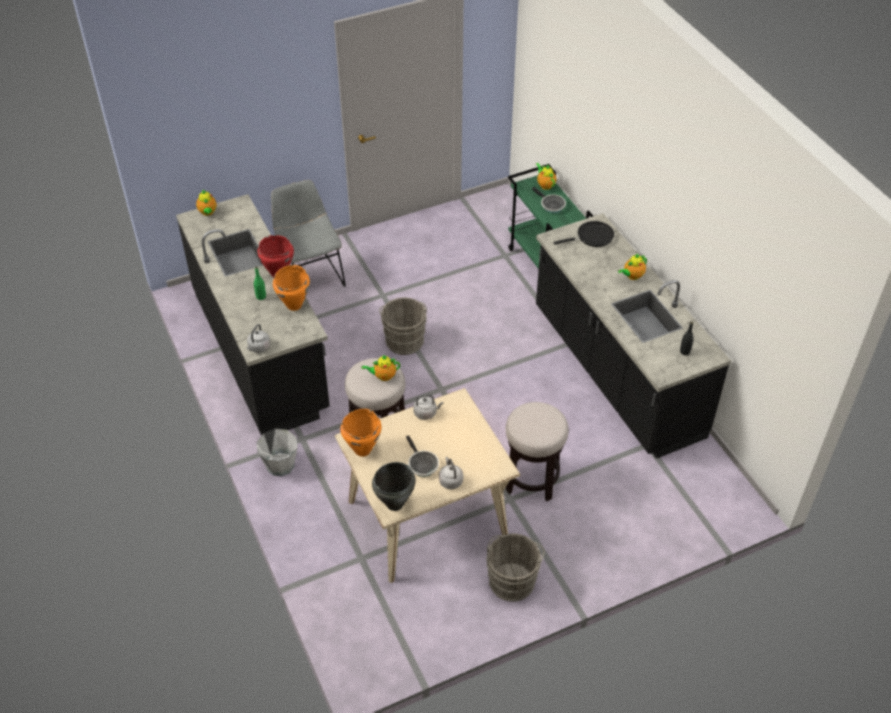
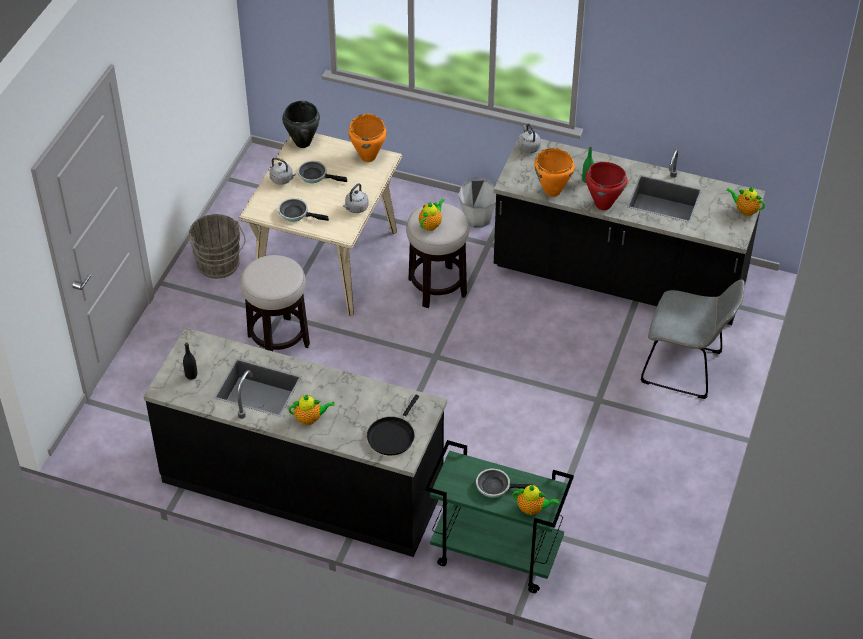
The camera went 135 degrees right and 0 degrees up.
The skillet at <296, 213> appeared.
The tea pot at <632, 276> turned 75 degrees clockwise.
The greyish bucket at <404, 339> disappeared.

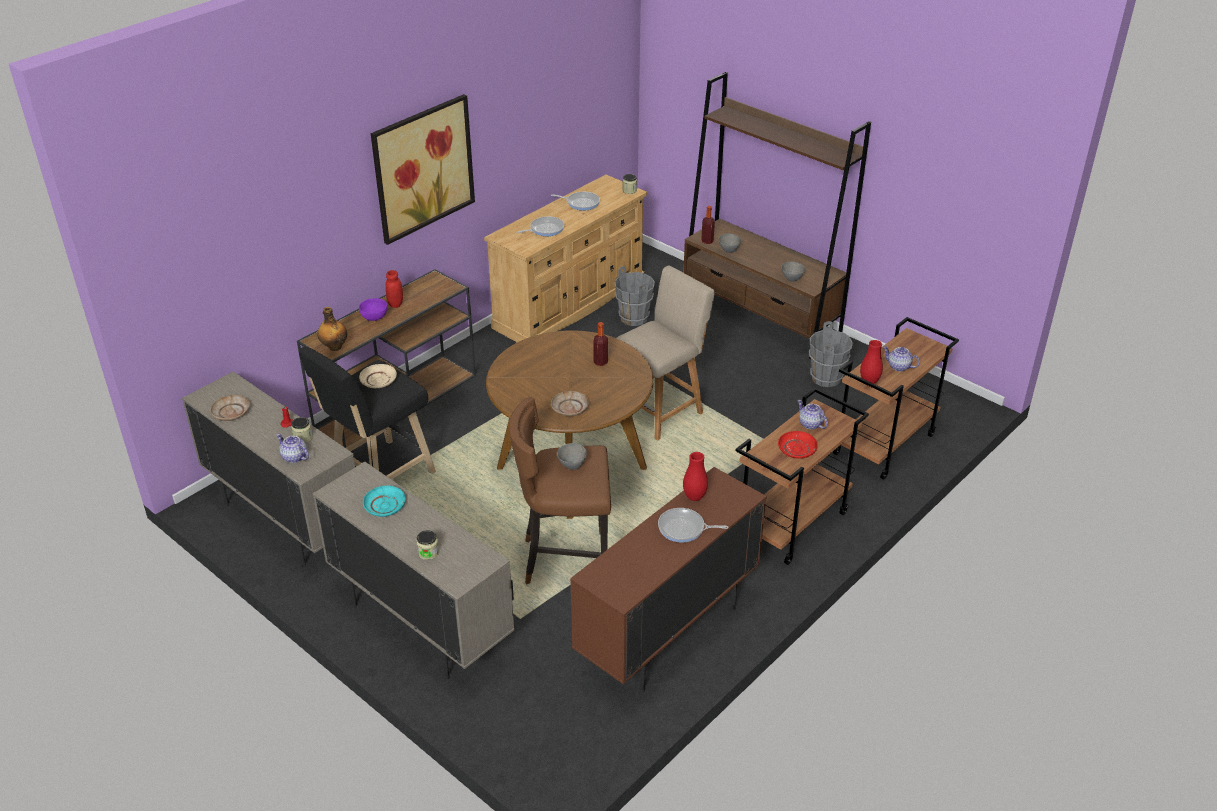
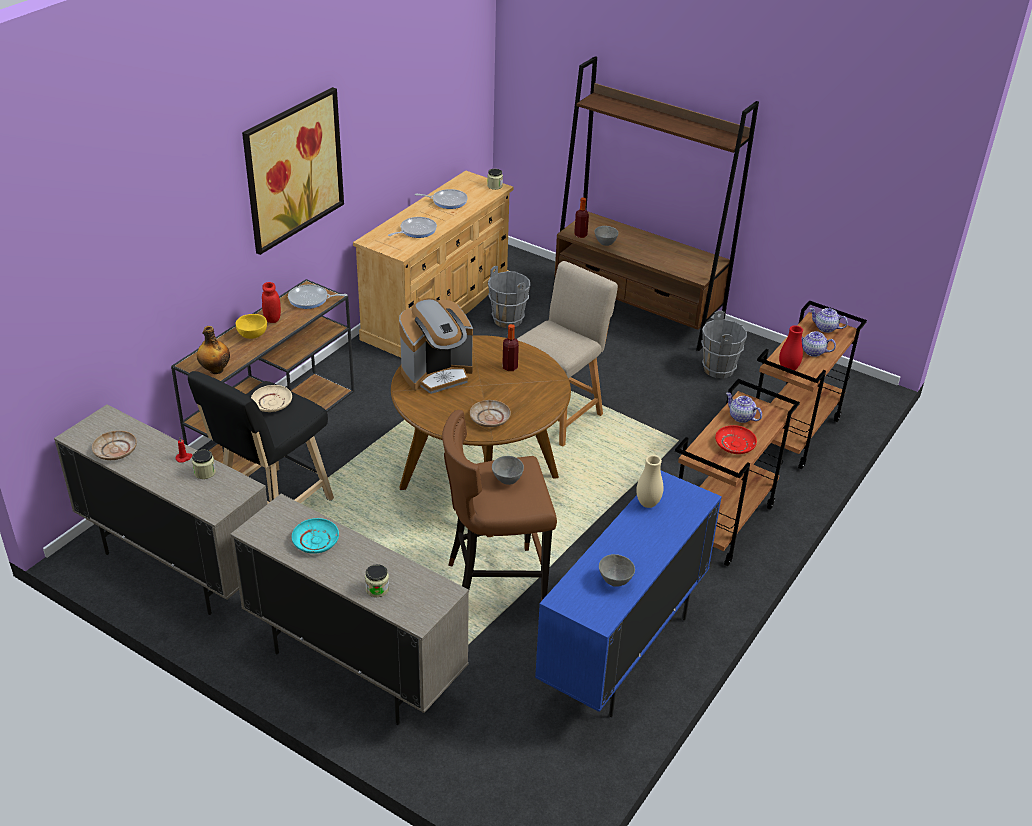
The camera went 10 degrees left and 0 degrees up.
The purple bowl at <374, 317> became the yellow bowl at <252, 335>.
The skillet moved from <684, 528> to <310, 299>.
The coffee machine at <437, 374> appeared.
The brown-coloured storage cabinet at <667, 635> became the bluish storage cabinet at <622, 653>.
The greyish bowl moved from <791, 279> to <614, 581>.
The red-coloured flower vase at <694, 497> became the sand-coloured flower vase at <648, 504>.
The tea pot moved from <294, 457> to <825, 328>.

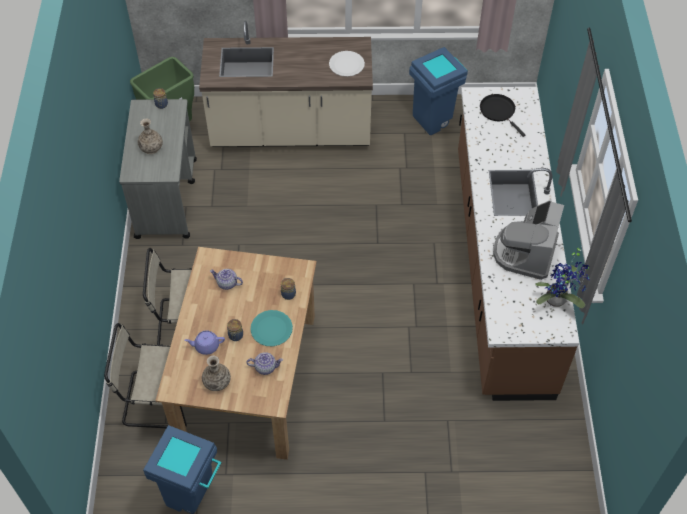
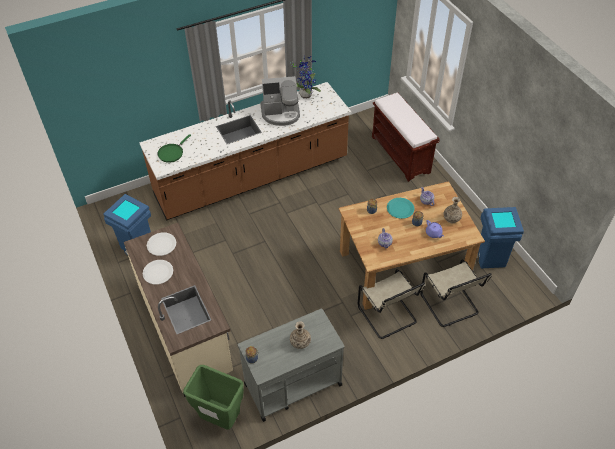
The camera went 115 degrees left and 5 degrees down.
The white flat dish at <158, 272> appeared.
The black-coloured skillet at <499, 111> became the greenish skillet at <171, 153>.
The brown-coloured indoor bench at <401, 155> appeared.

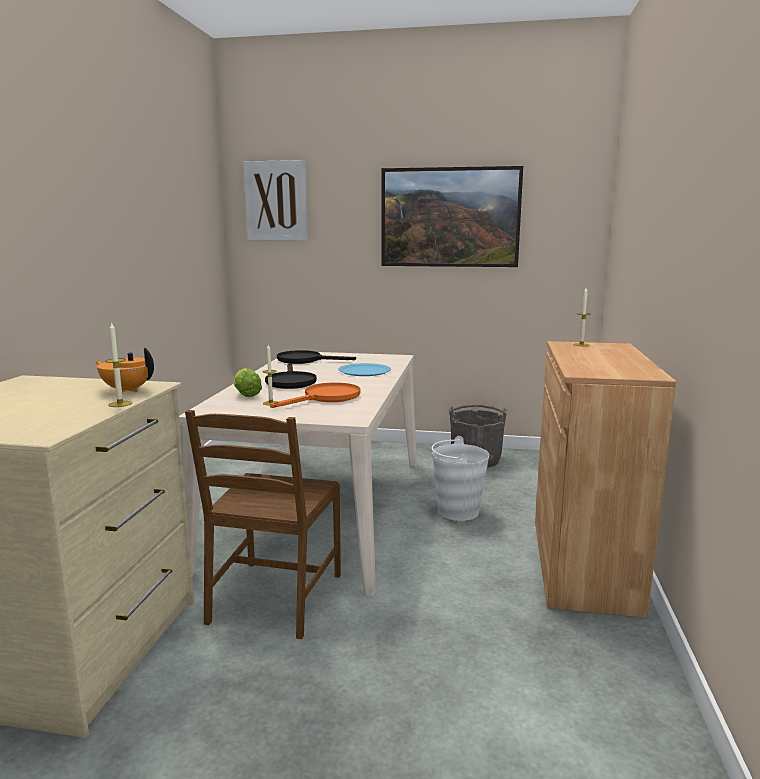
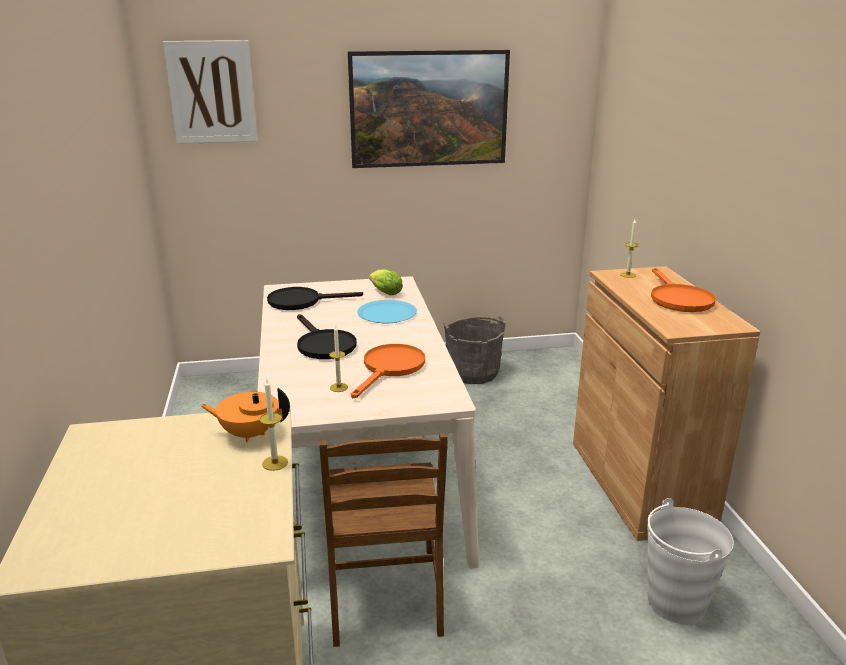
The camera went 20 degrees left and 10 degrees up.
The lettuce moved from <246, 394> to <384, 292>.
The white bucket moved from <457, 511> to <675, 602>.
The orange-coloured skillet at <677, 299> appeared.

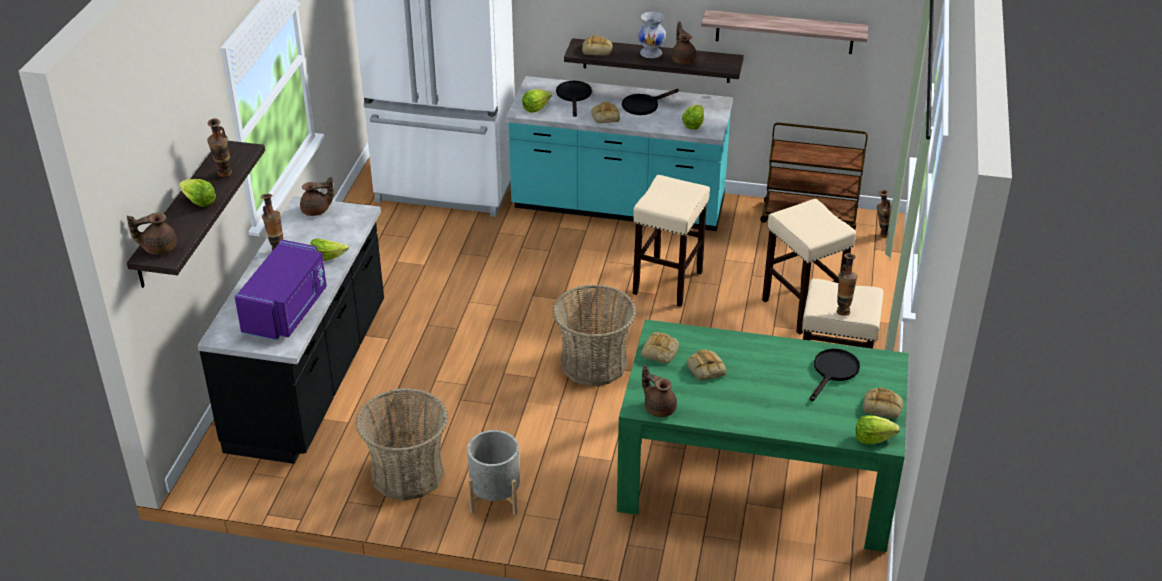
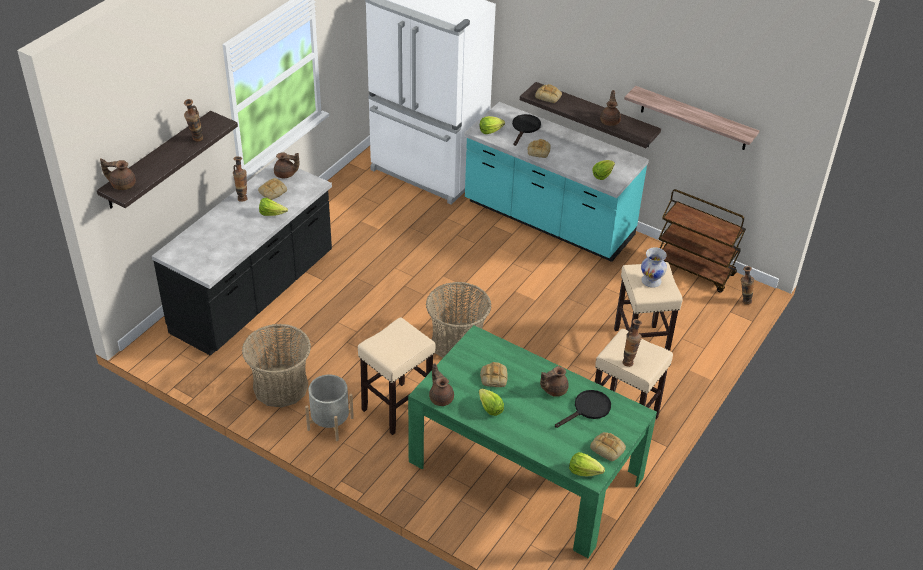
The camera went 20 degrees right and 5 degrees up.
The baked bread moved from <660, 352> to <272, 192>.
The sand-coloured stool seat moved from <668, 282> to <397, 407>.
The lettuce moved from <199, 202> to <490, 408>.
The brown-coloured tea pot at <553, 389> appeared.
The white flower vase moved from <651, 53> to <651, 281>.
The purple kitchen microwave at <287, 311> disappeared.
The black-coloured skillet at <644, 105> disappeared.

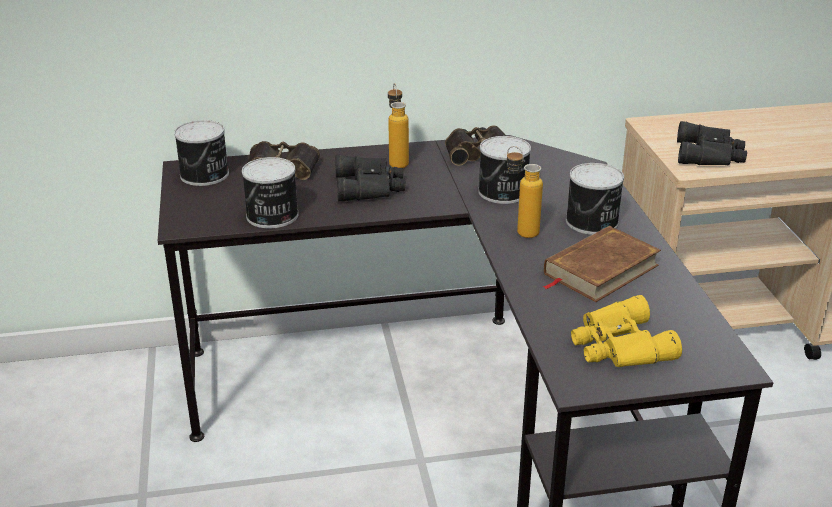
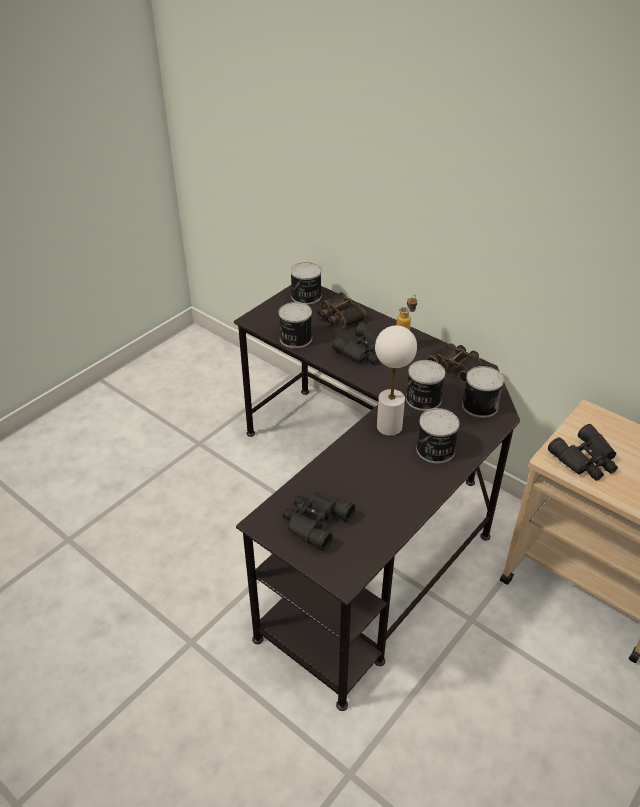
The camera went 50 degrees right and 10 degrees up.
The yellow field glasses at <618, 346> became the black-coloured field glasses at <314, 522>.
The beverage bottle at <520, 230> was replaced by the white lamp for a table at <389, 427>.
The metal can at <479, 405> appeared.
The brown-coloured book at <600, 270> disappeared.

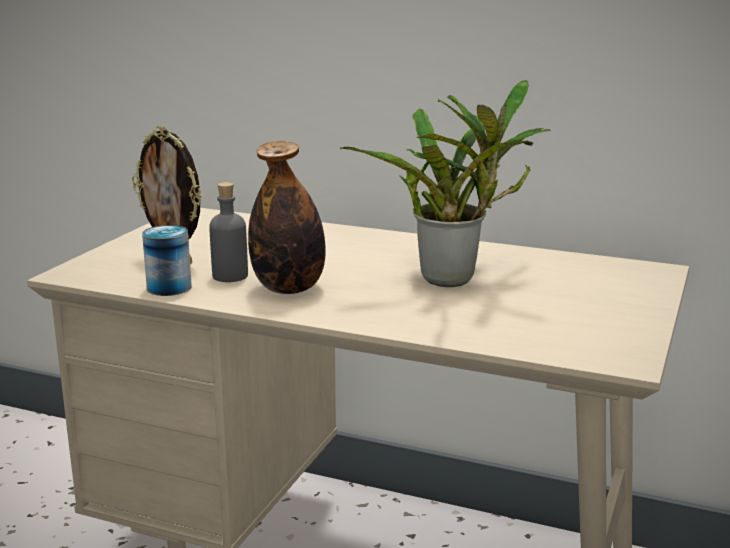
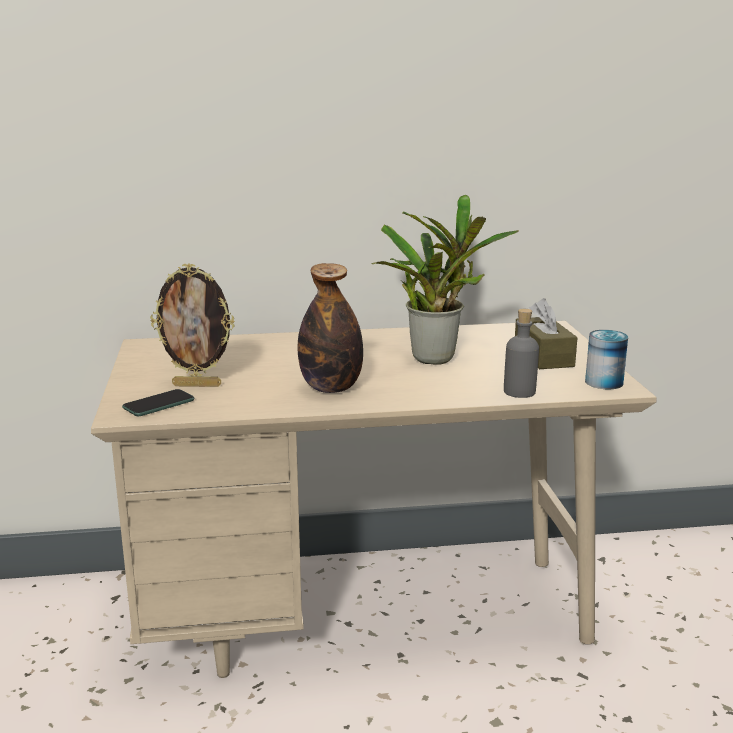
The camera went 30 degrees left and 0 degrees up.
The handset at <158, 404> appeared.
The greyish beverage bottle moved from <230, 276> to <519, 392>.
The brown-coloured tissue box at <543, 356> appeared.
The metal can moved from <169, 287> to <604, 382>.

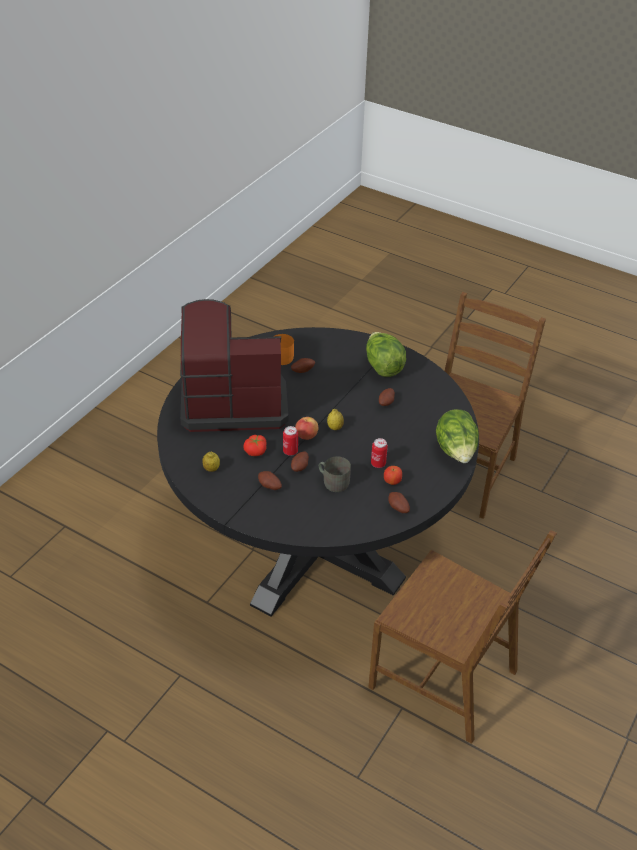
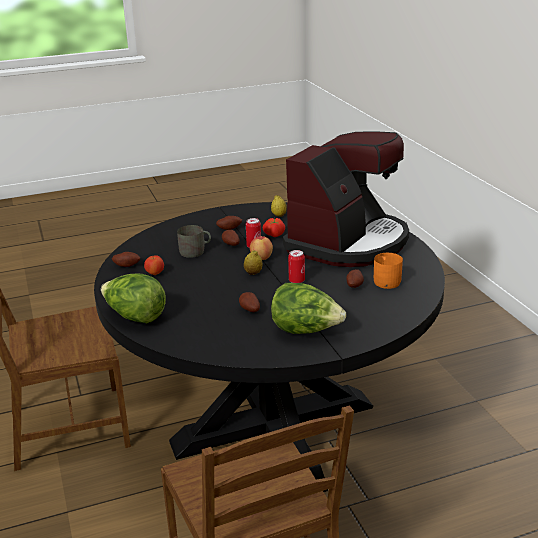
The camera went 130 degrees right and 15 degrees down.
The metal can moved from <378, 463> to <296, 281>.

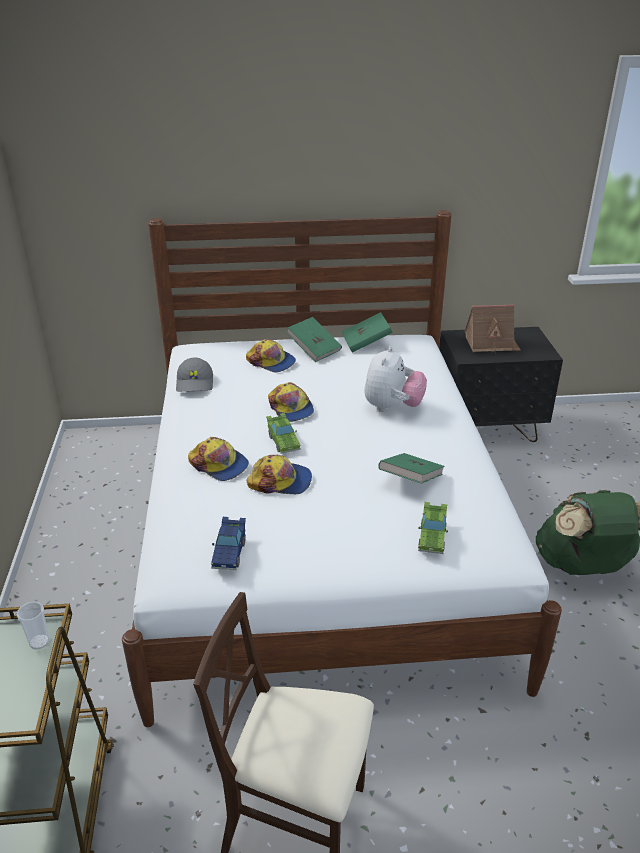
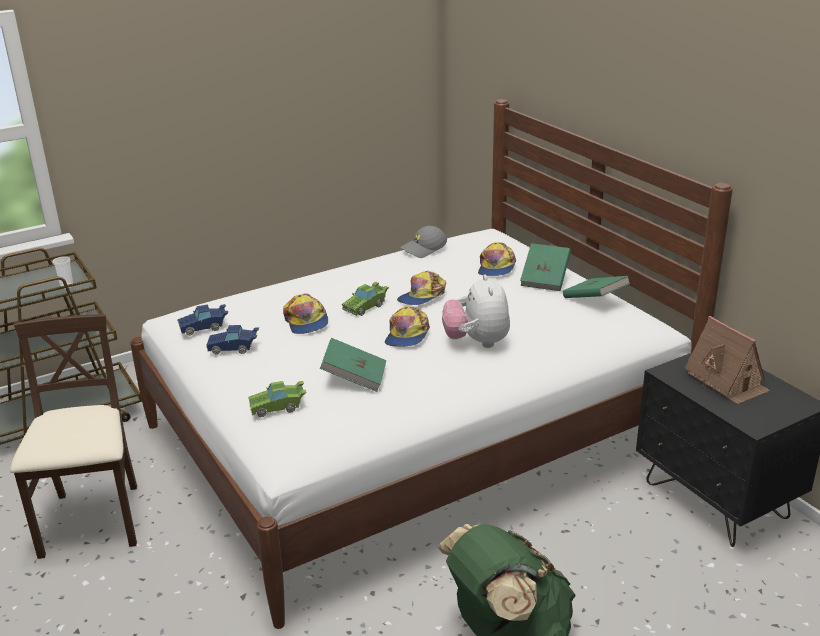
The camera went 65 degrees right and 5 degrees down.
The bluish model car at <234, 348> appeared.
The peaked cap moved from <219, 465> to <407, 335>.
The soft toy at <392, 407> turned 90 degrees clockwise.

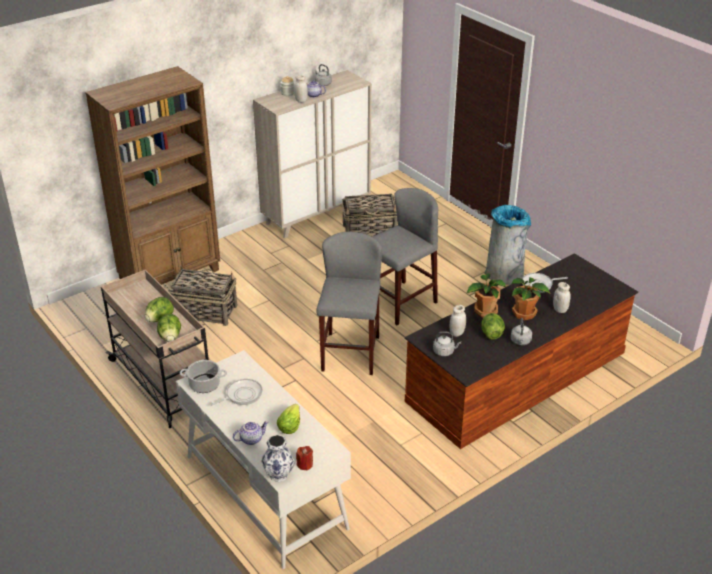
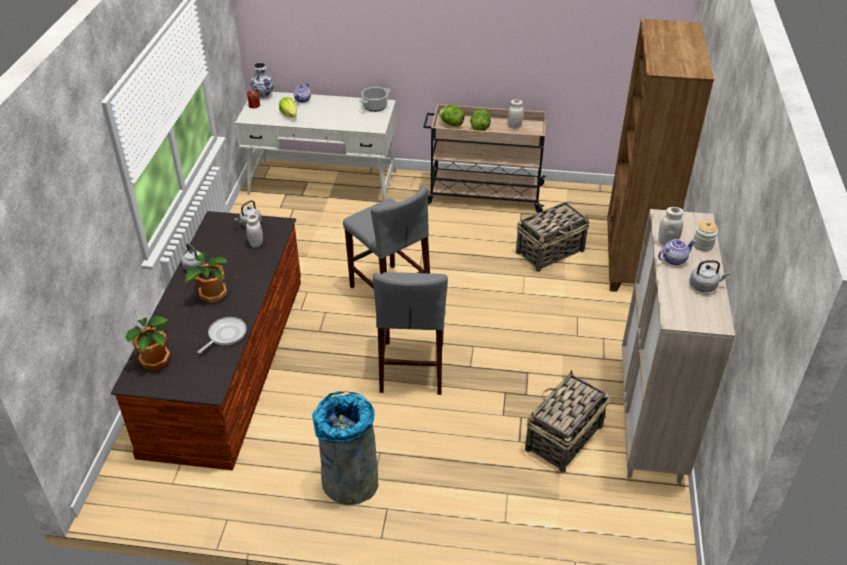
The camera went 135 degrees right and 5 degrees up.
The houseplant moved from <484, 311> to <156, 360>.
The white jar moved from <560, 309> to <514, 126>.
The skillet at <242, 395> disappeared.
The lettuce at <491, 334> disappeared.

